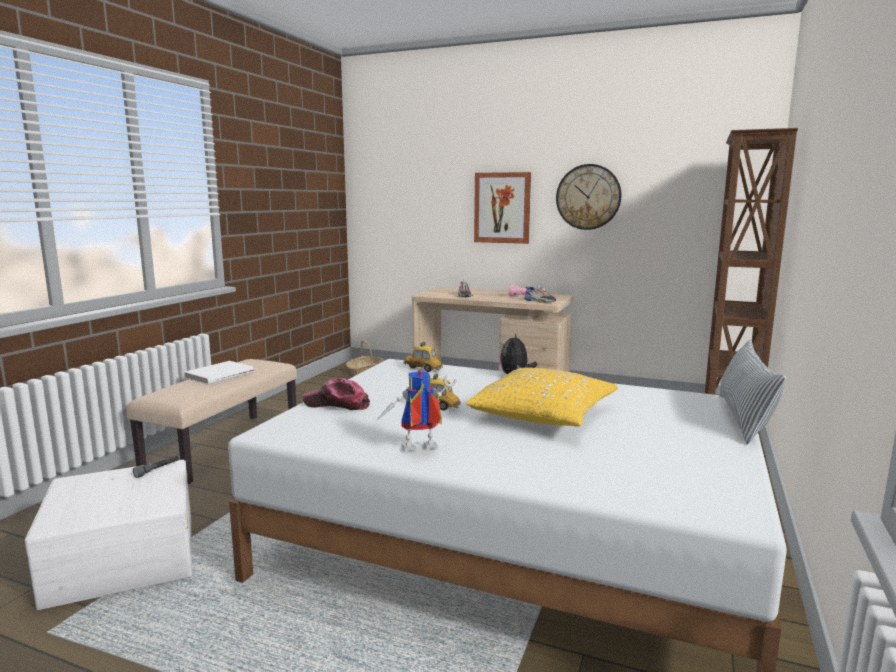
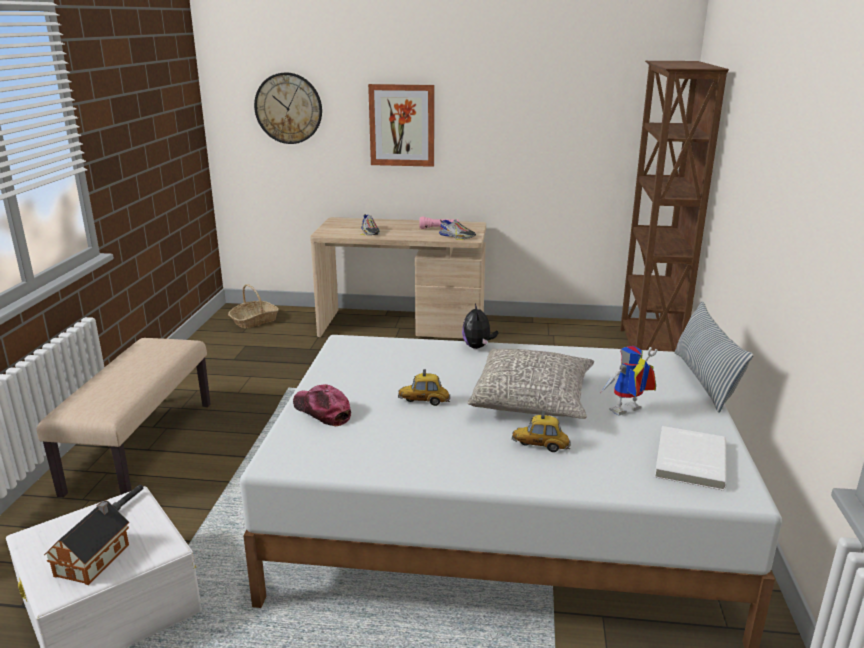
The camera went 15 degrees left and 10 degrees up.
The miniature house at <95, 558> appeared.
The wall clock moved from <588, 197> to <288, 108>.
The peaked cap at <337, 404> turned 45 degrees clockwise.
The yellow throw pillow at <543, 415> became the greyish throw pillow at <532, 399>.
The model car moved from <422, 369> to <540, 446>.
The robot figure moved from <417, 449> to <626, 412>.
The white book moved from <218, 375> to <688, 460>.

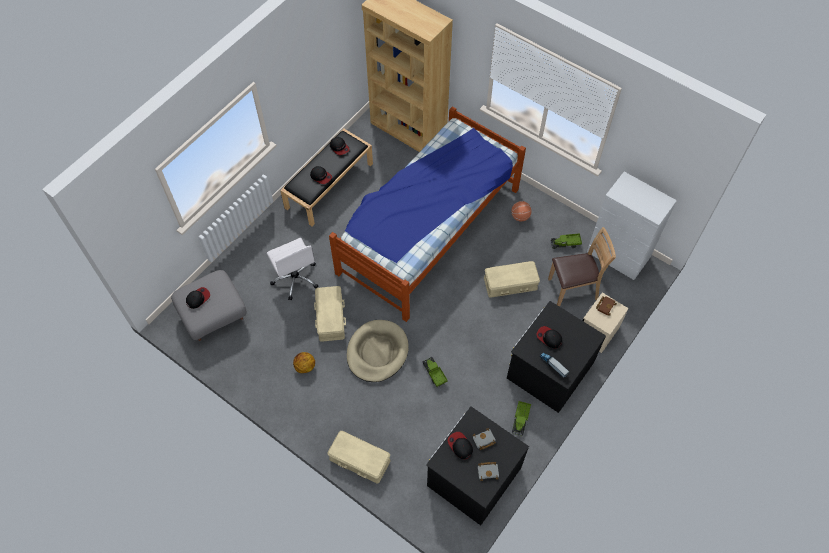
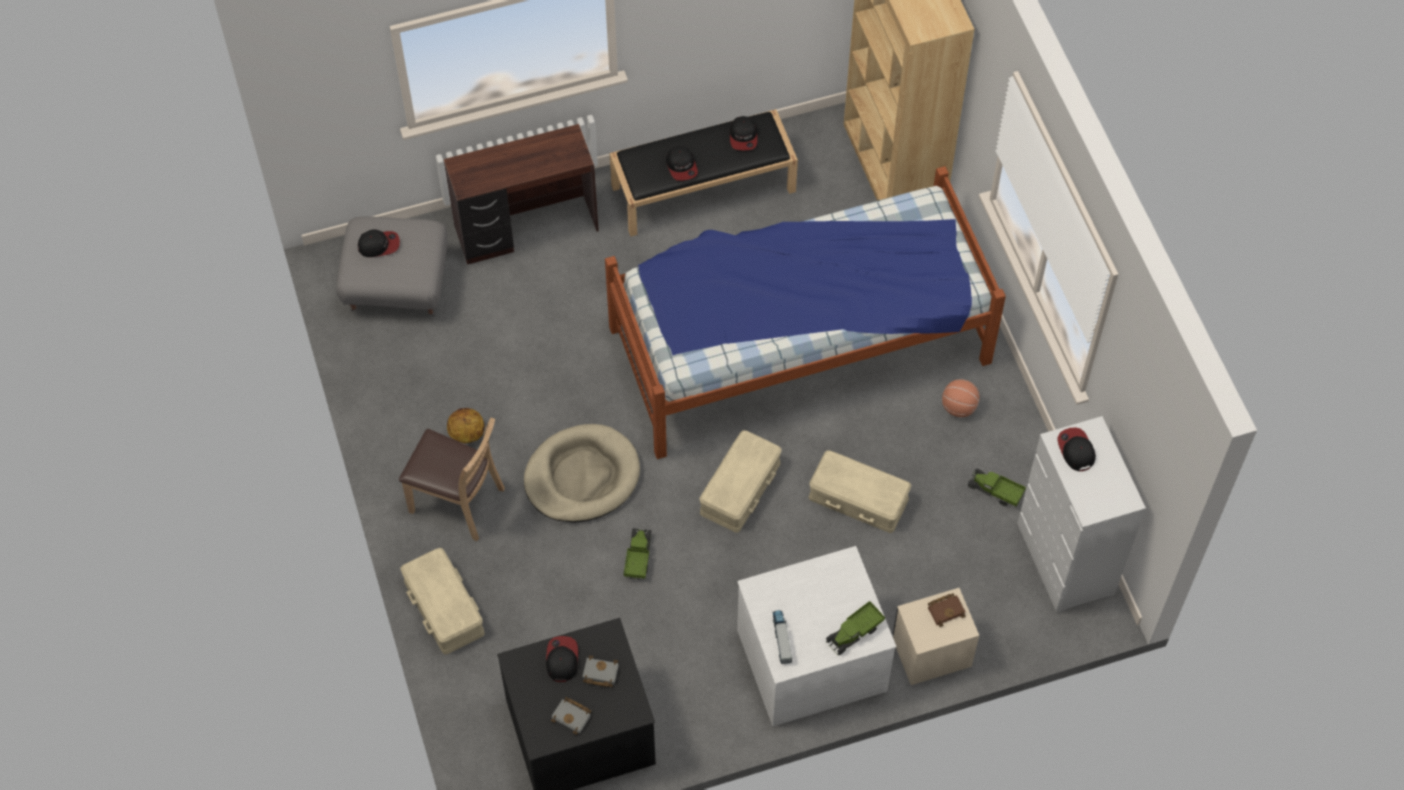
The camera went 35 degrees right and 0 degrees up.
The brown-coloured plain chair moved from <573, 288> to <458, 502>.
The brown-coloured desk unit at <527, 230> appeared.
The sand-coloured storage bin moved from <331, 317> to <741, 488>.
The black-coloured drawer chest at <549, 369> became the white drawer chest at <811, 658>.
The toy truck moved from <520, 420> to <854, 633>.
The peaked cap moved from <549, 338> to <1076, 450>.
The white computer chair at <295, 278> disappeared.

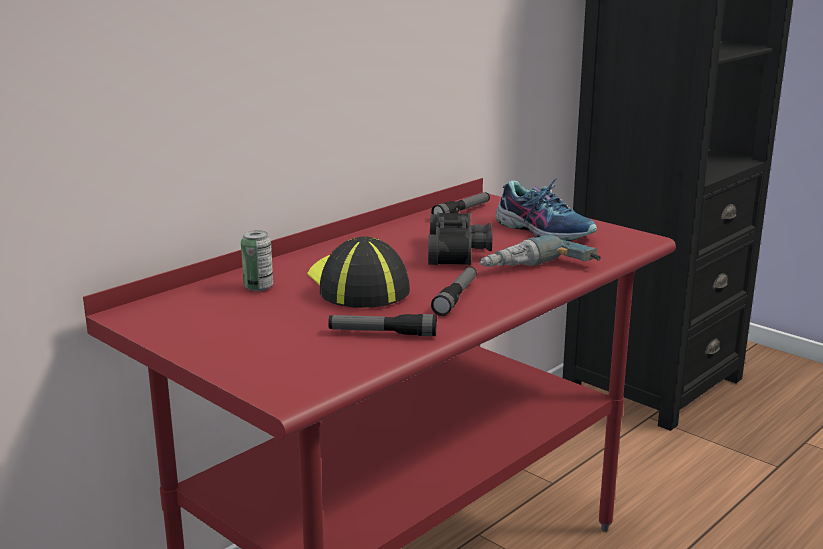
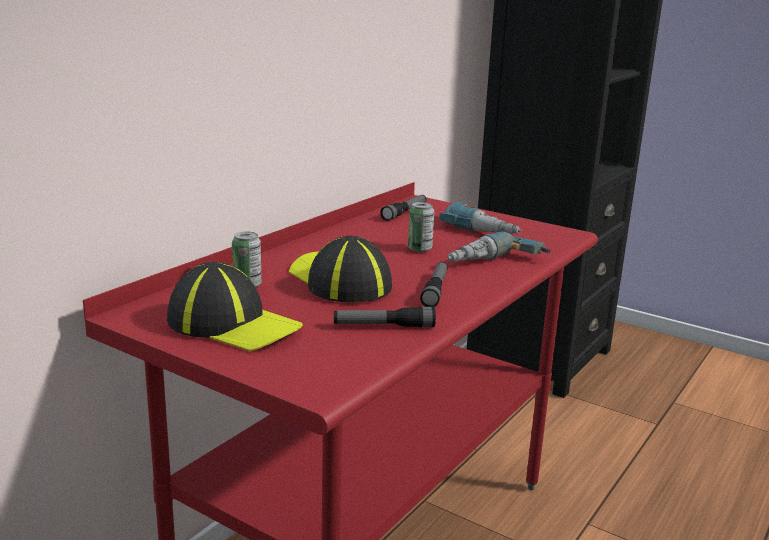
The camera went 10 degrees left and 0 degrees up.
The peaked cap at <233, 324> appeared.
The black-coloured field glasses at <460, 253> was replaced by the metal can at <419, 249>.
The shoe at <544, 230> was replaced by the power drill at <484, 228>.

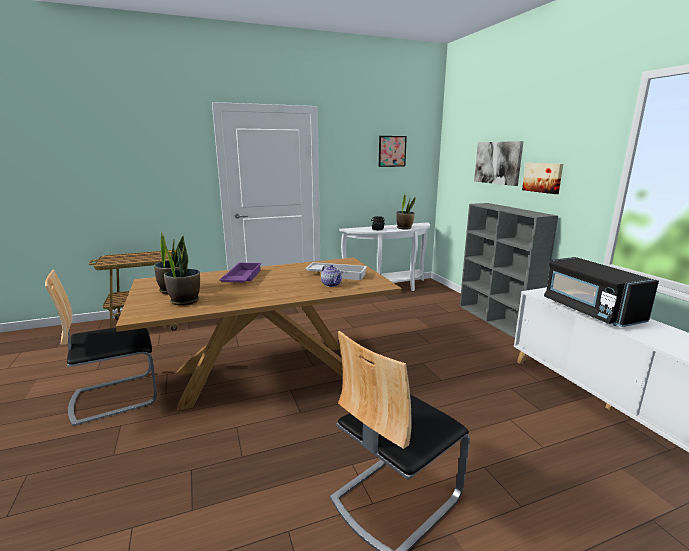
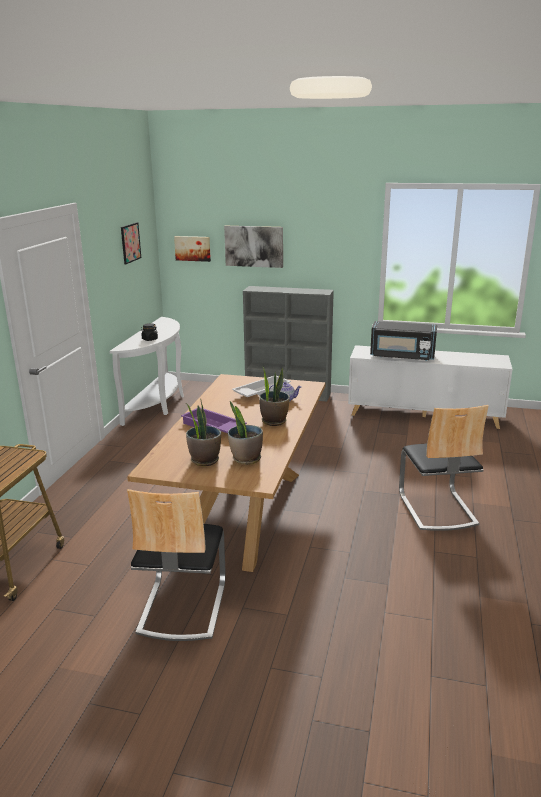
The camera went 55 degrees left and 5 degrees up.
The picture moved from <543, 177> to <193, 248>.
The houseplant moved from <404, 228> to <274, 421>.

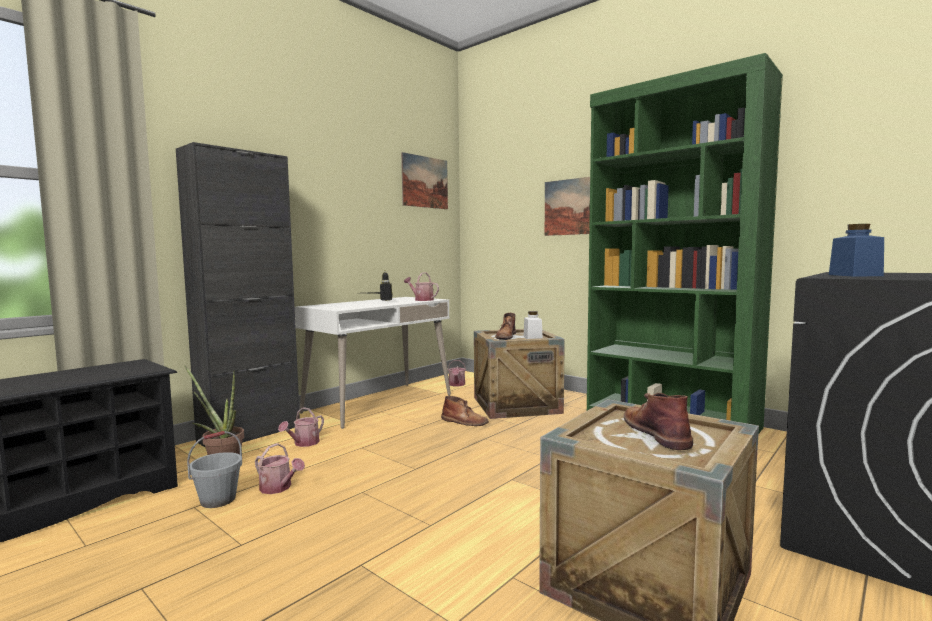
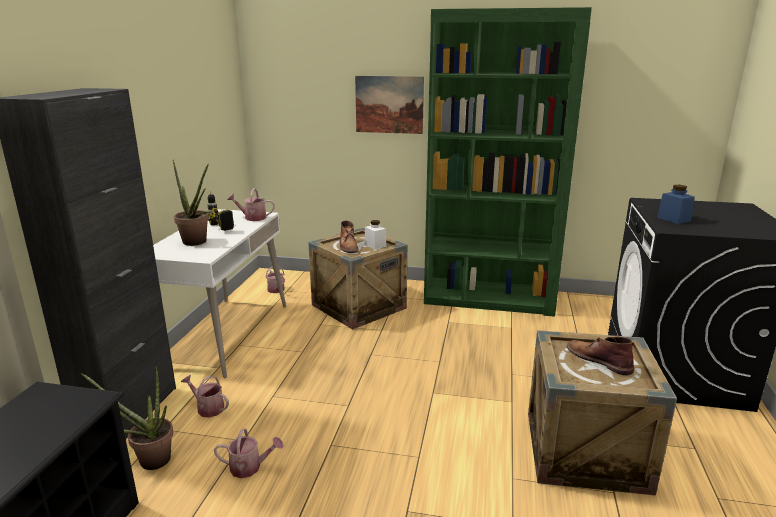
The camera went 30 degrees left and 15 degrees up.
The houseplant at <197, 243> appeared.
The watering can at <304, 443> turned 120 degrees clockwise.
The greyish bucket at <218, 500> disappeared.
The picture at <425, 182> disappeared.
The brown-coloured boot at <464, 422> disappeared.

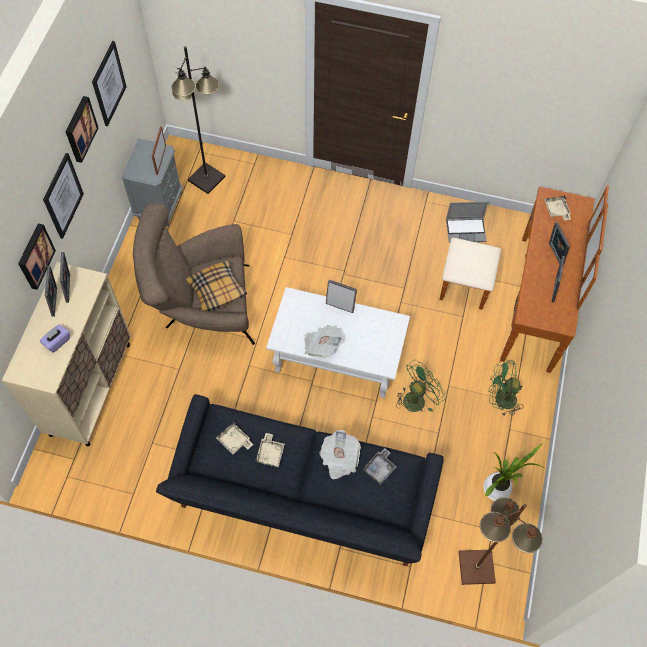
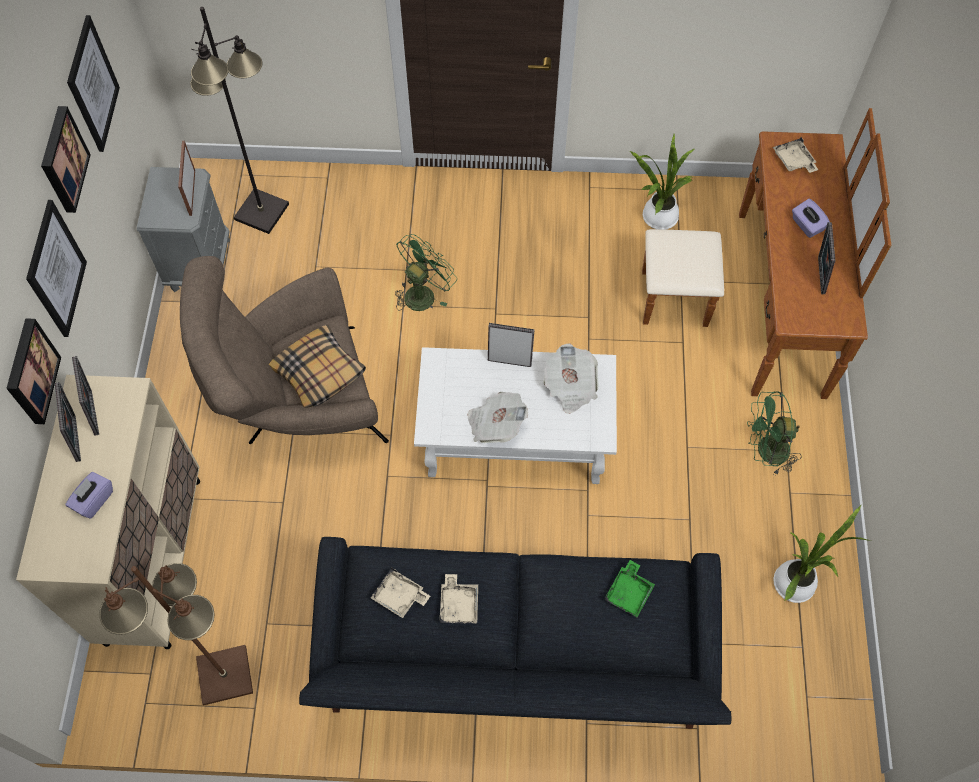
The camera went 10 degrees left and 0 degrees up.
The brown-coloured standard lamp moved from <476, 566> to <224, 674>.
The greenish electric fan moved from <417, 398> to <423, 293>.
The daily paper moved from <339, 459> to <570, 386>.
The greyish tray at <380, 468> became the greenish tray at <629, 592>.
The notebook computer at <466, 230> was replaced by the houseplant at <656, 217>.
The photo frame at <554, 255> was replaced by the purple tissue box at <807, 225>.

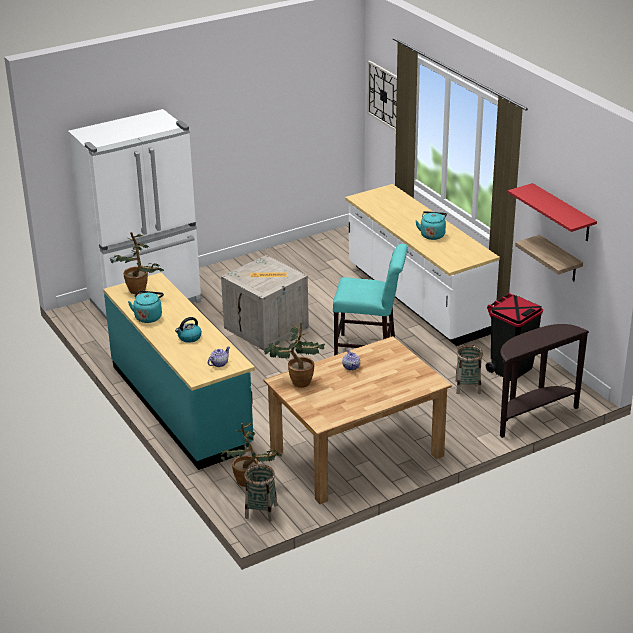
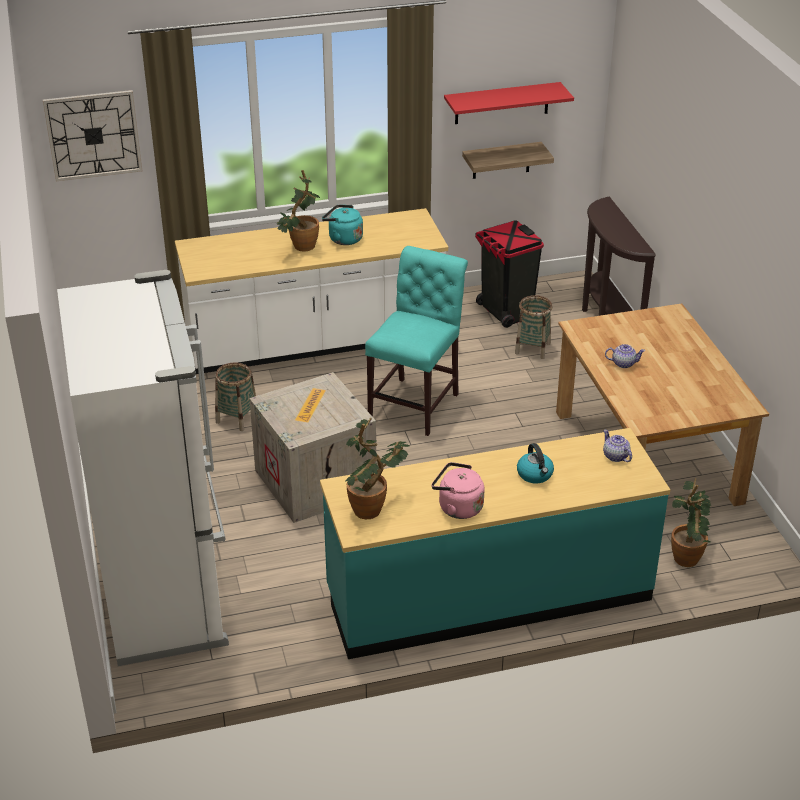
The camera went 75 degrees left and 5 degrees up.
The storage basket moved from <261, 511> to <237, 418>.
The houseplant moved from <297, 381> to <300, 248>.
The turquoise-coloured kettle at <148, 316> became the pinkish kettle at <457, 507>.

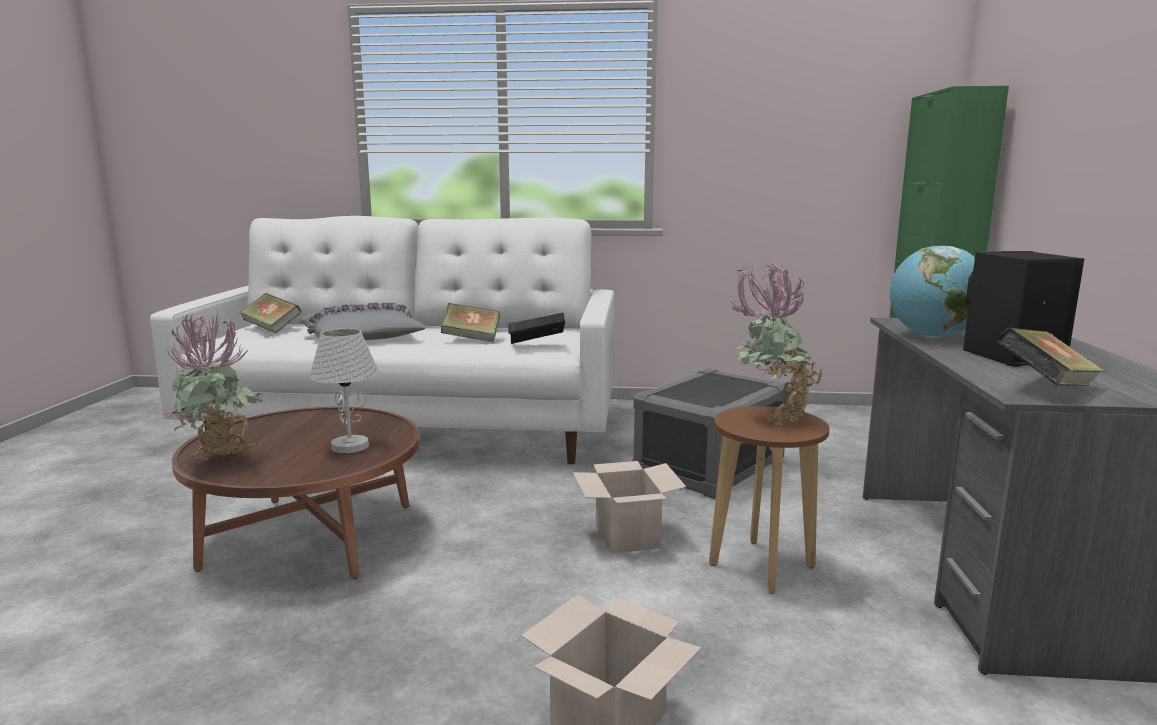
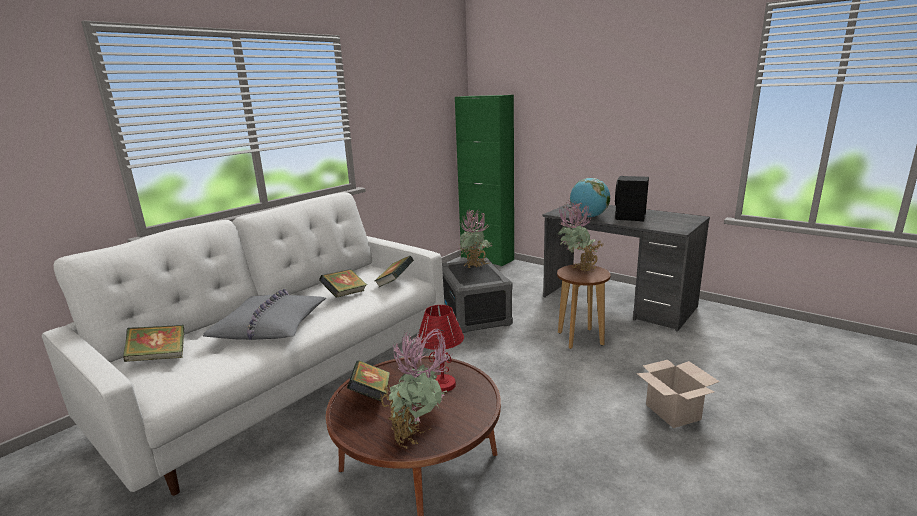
The camera went 55 degrees left and 5 degrees up.
The book moved from <1045, 388> to <371, 395>.
The white lamp for a table at <350, 446> became the red-coloured lamp for a table at <442, 384>.
The houseplant at <475, 268> appeared.
The carton at <625, 536> disappeared.

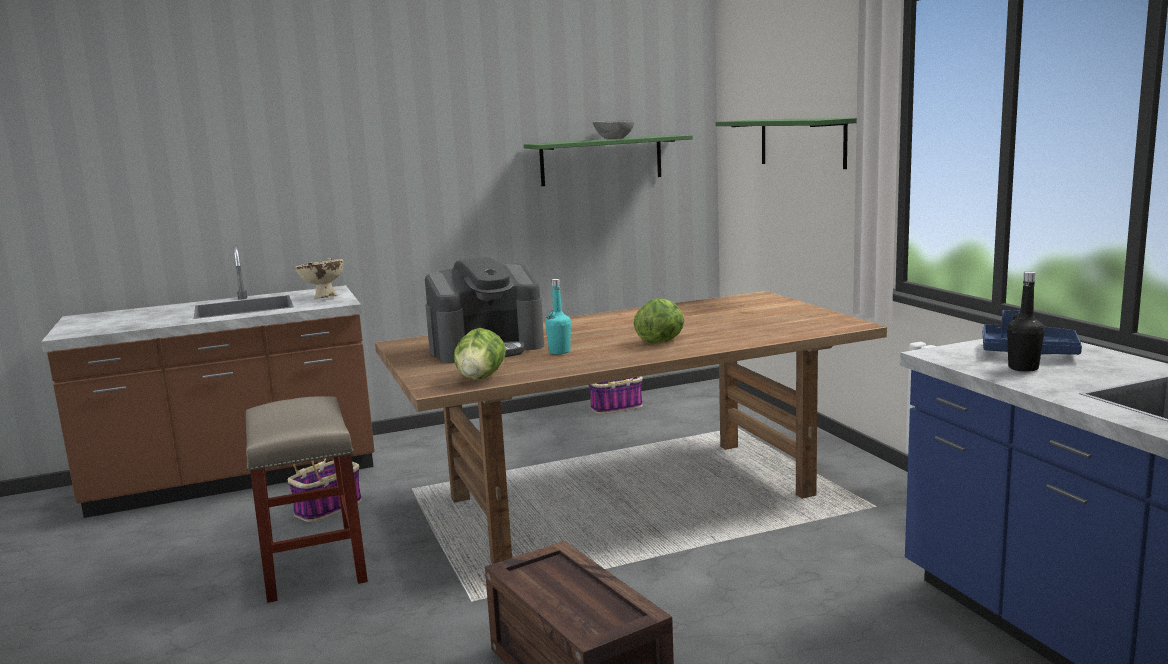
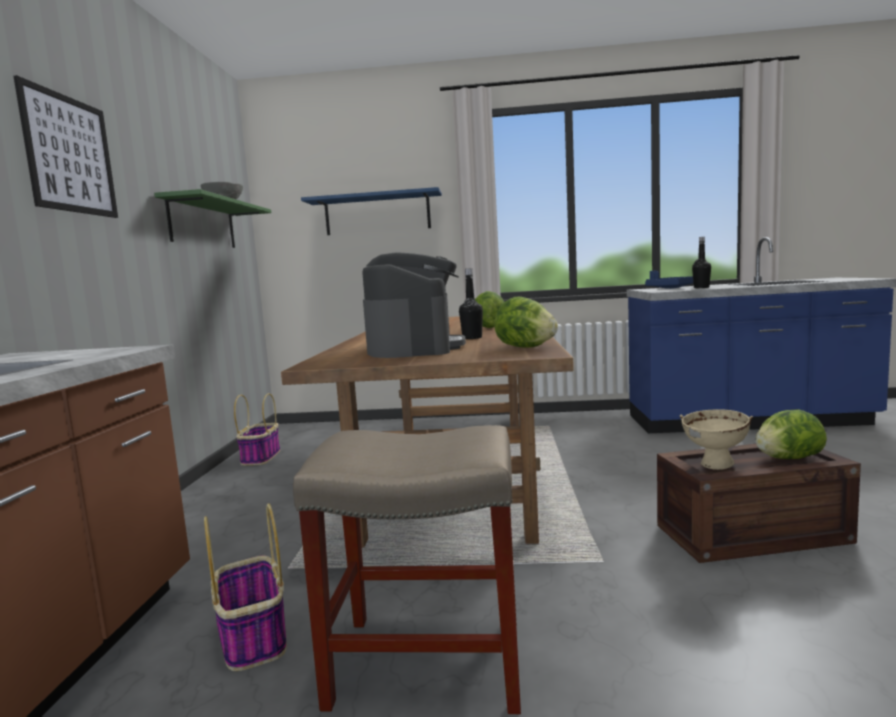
The camera went 65 degrees left and 5 degrees down.
The picture at <70, 154> appeared.
The greenish bracket shelf at <802, 142> became the bluish bracket shelf at <377, 214>.
The turquoise-coloured beverage bottle at <559, 352> became the black-coloured beverage bottle at <472, 338>.
The sand-coloured bowl moved from <323, 298> to <715, 466>.
The lettuce at <788, 458> appeared.

